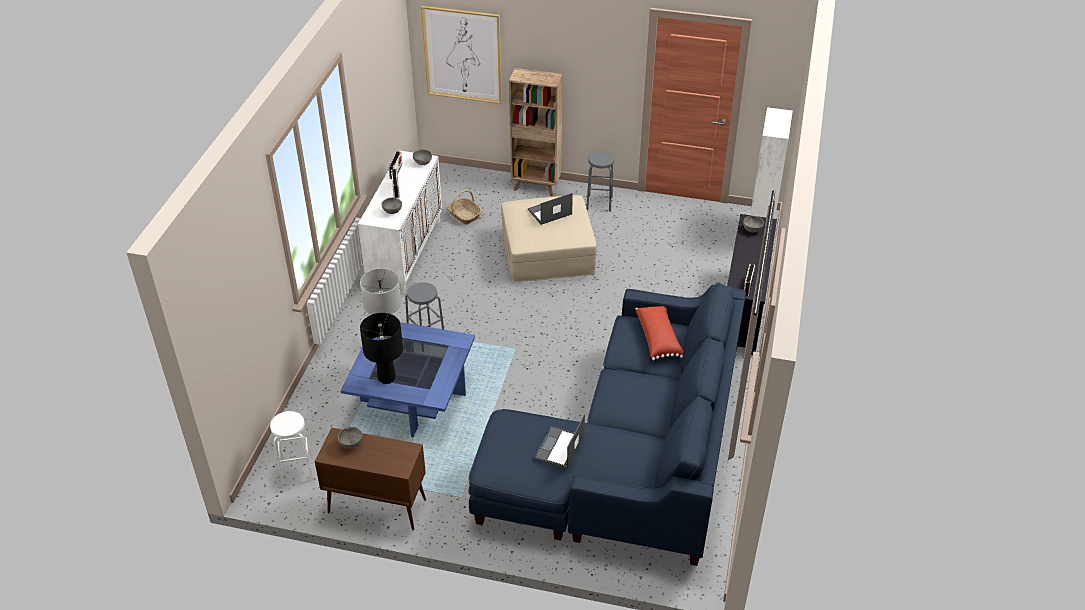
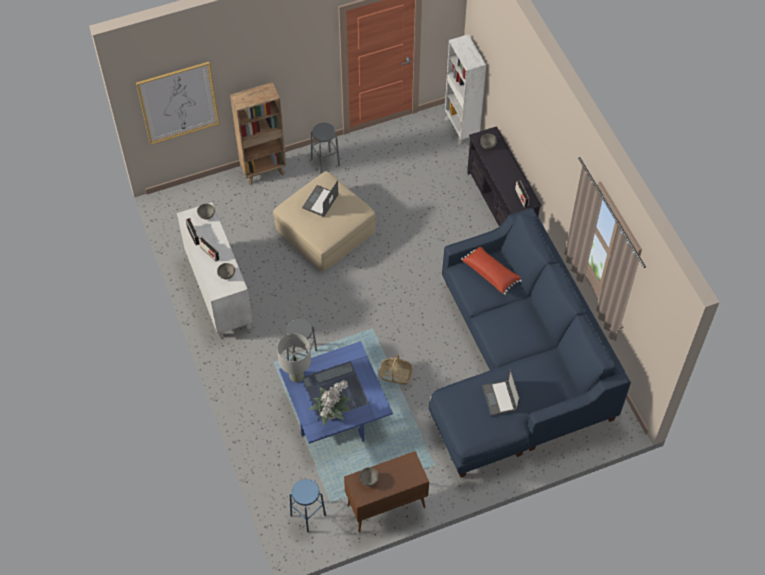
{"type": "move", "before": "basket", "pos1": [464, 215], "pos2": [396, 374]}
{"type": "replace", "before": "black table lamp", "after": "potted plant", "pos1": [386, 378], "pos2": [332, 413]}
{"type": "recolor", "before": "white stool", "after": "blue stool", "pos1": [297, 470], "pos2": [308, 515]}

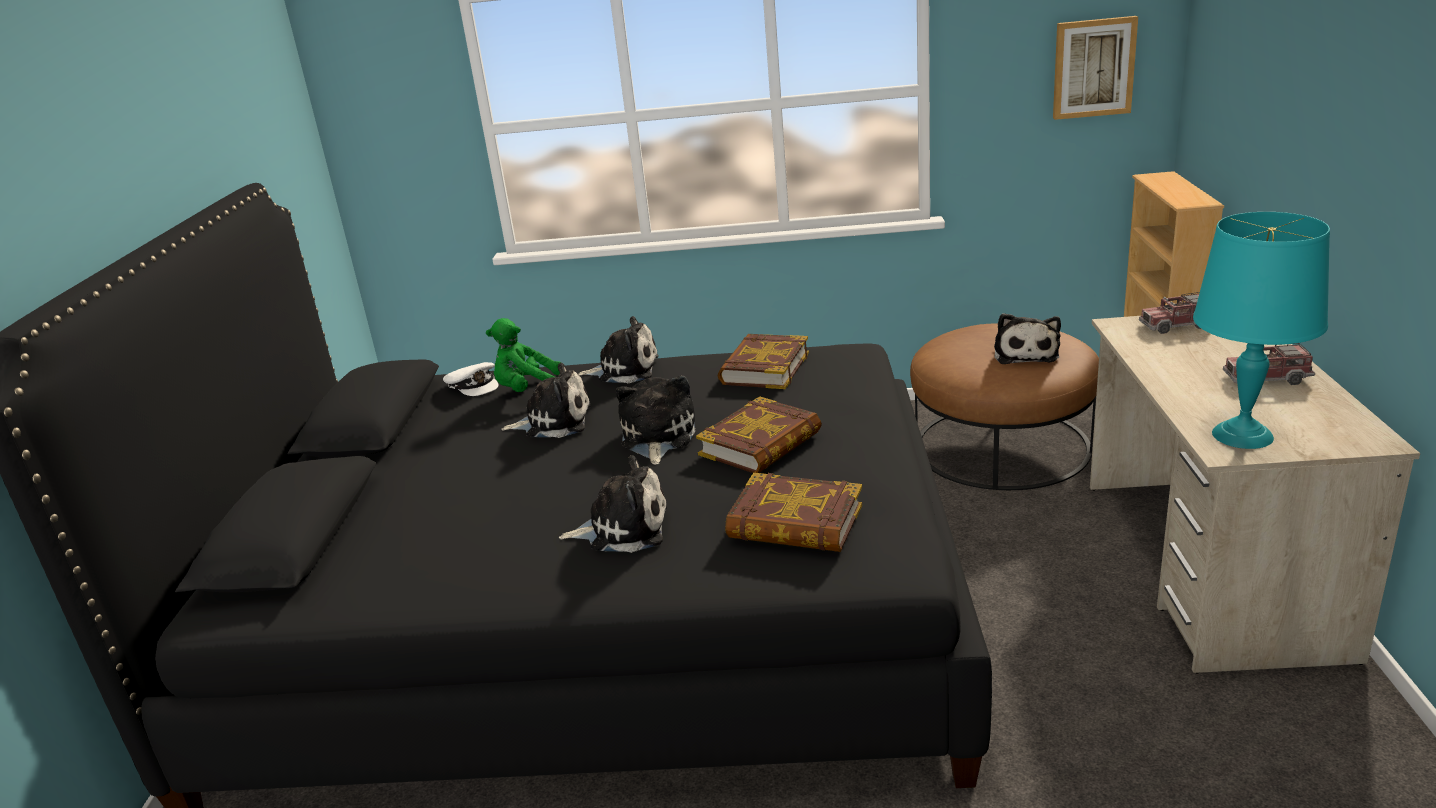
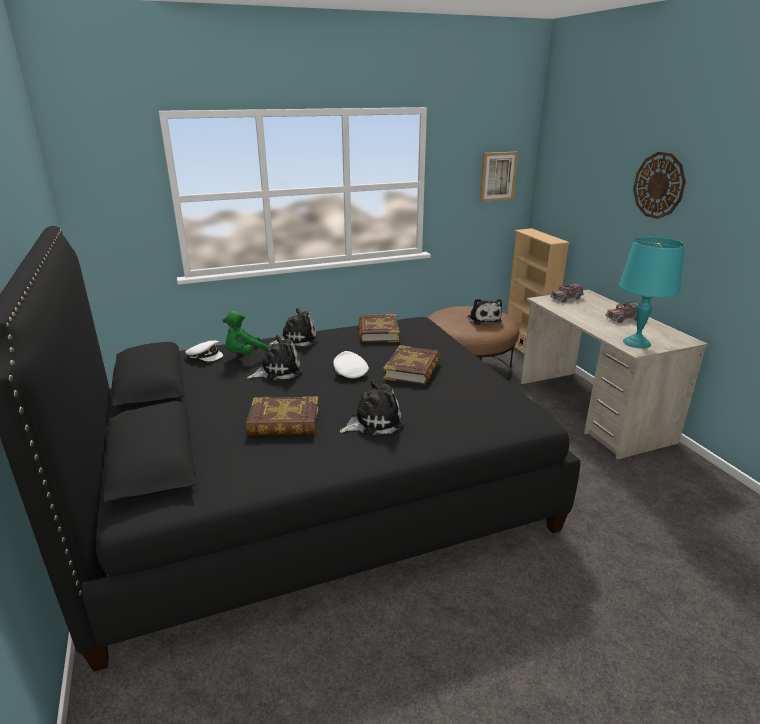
{"type": "replace", "before": "plush toy", "after": "white cap", "pos1": [657, 438], "pos2": [350, 373]}
{"type": "move", "before": "book", "pos1": [795, 523], "pos2": [284, 422]}
{"type": "insert", "after": "wall clock", "pos2": [659, 185]}

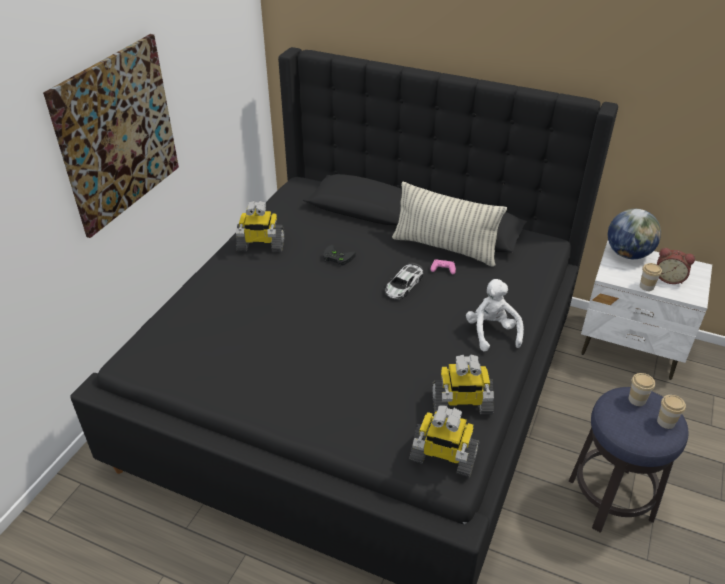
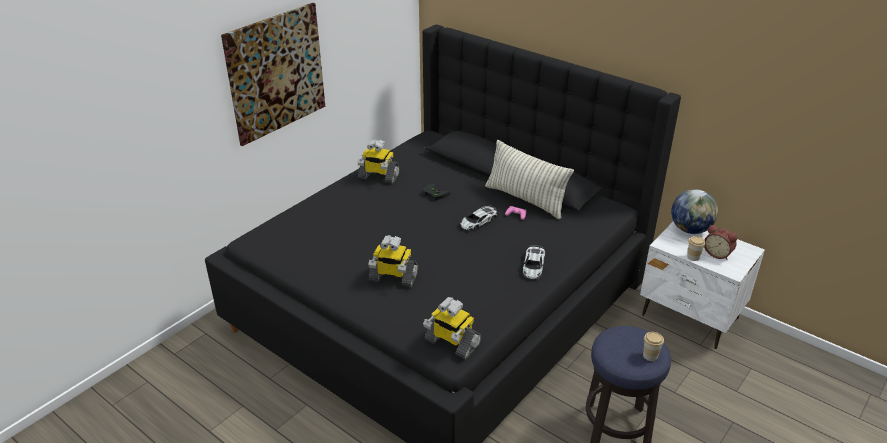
{"type": "replace", "before": "white plush toy", "after": "toy car", "pos1": [492, 332], "pos2": [533, 266]}
{"type": "move", "before": "toy robot", "pos1": [461, 404], "pos2": [393, 277]}
{"type": "delete", "before": "cup", "pos1": [637, 399]}

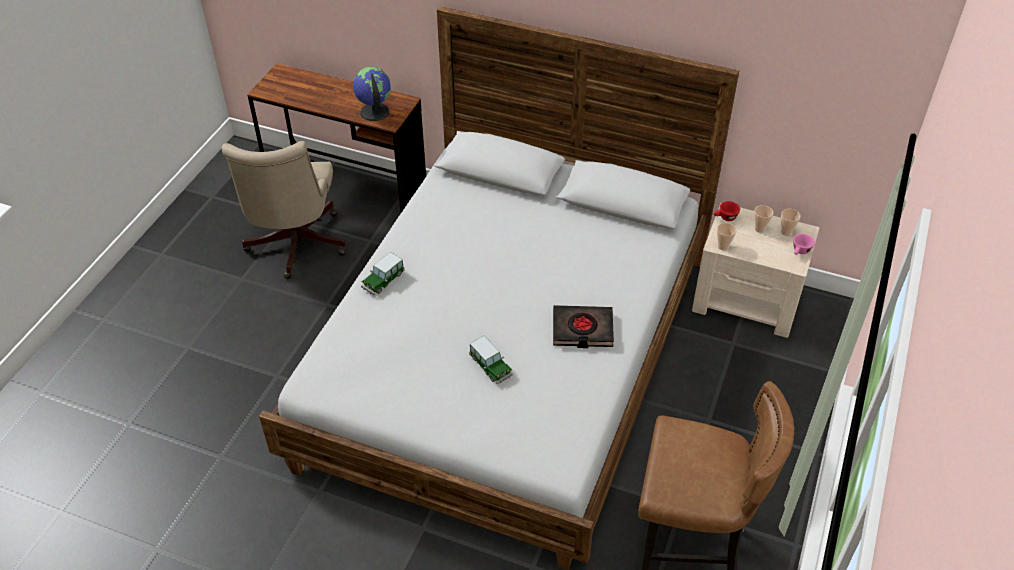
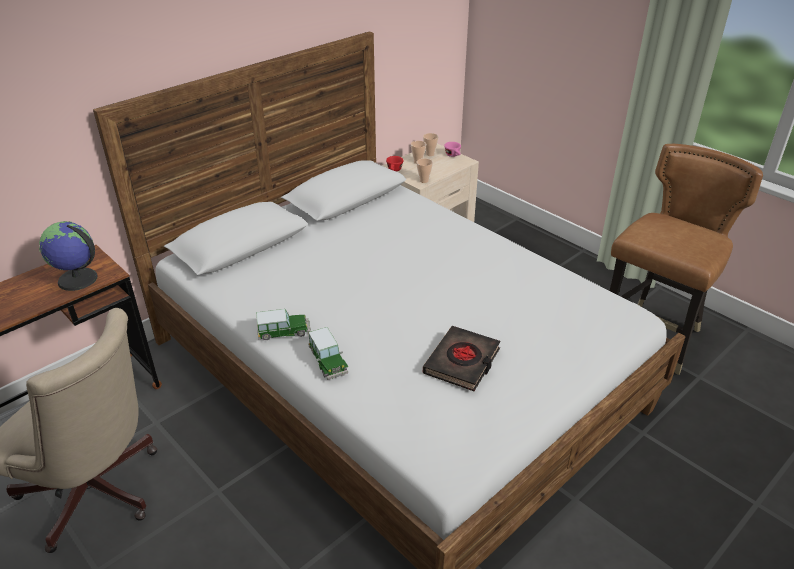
{"type": "move", "before": "black book", "pos1": [582, 330], "pos2": [462, 362]}
{"type": "move", "before": "toy car", "pos1": [490, 366], "pos2": [284, 332]}

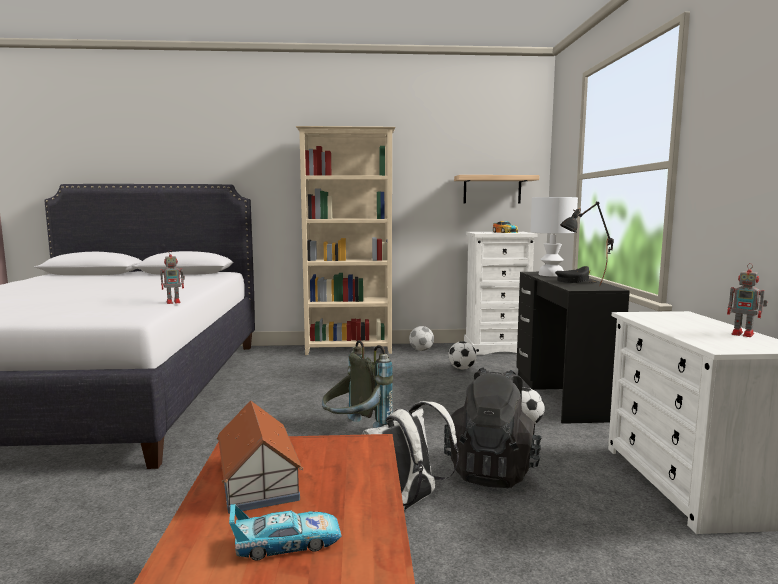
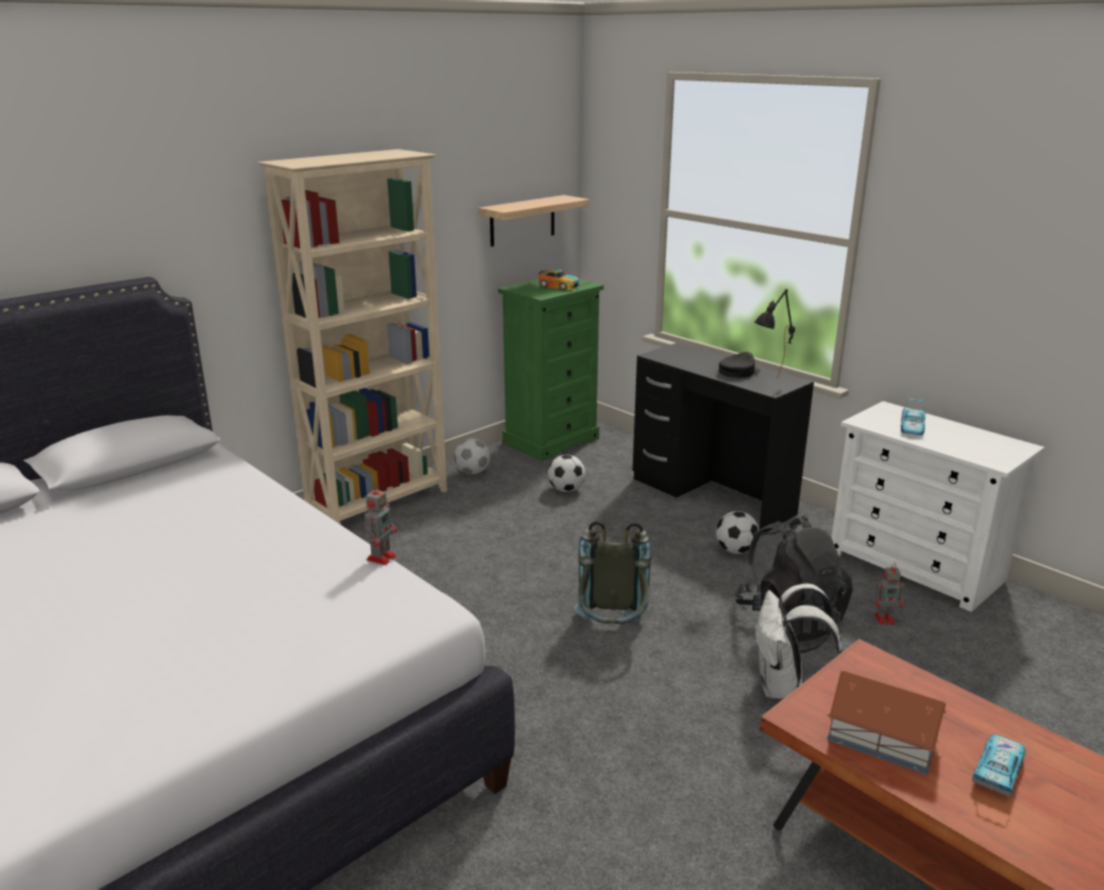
{"type": "delete", "before": "white table lamp", "pos1": [551, 275]}
{"type": "recolor", "before": "white dresser", "after": "green dresser", "pos1": [496, 348], "pos2": [551, 440]}
{"type": "move", "before": "toy robot", "pos1": [744, 334], "pos2": [885, 619]}
{"type": "insert", "after": "toy car", "pos2": [912, 427]}

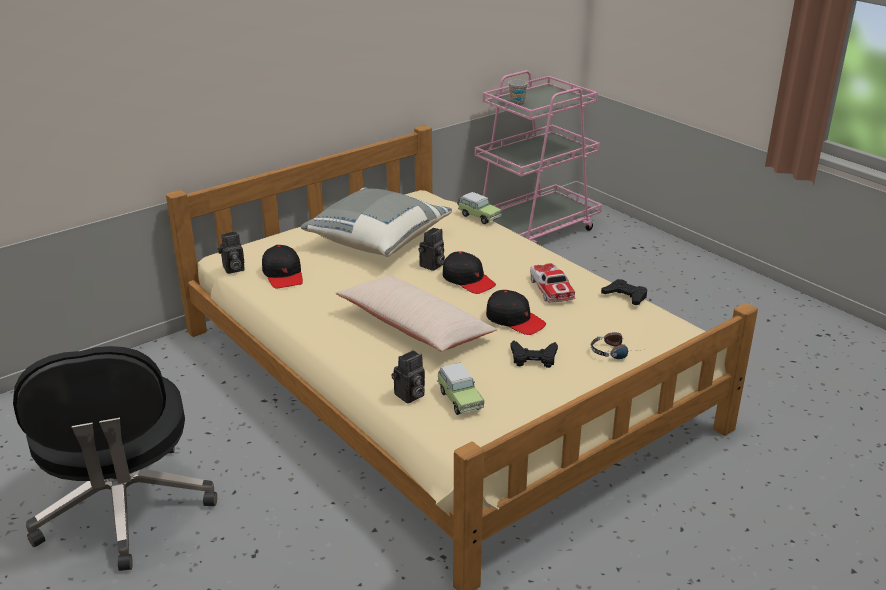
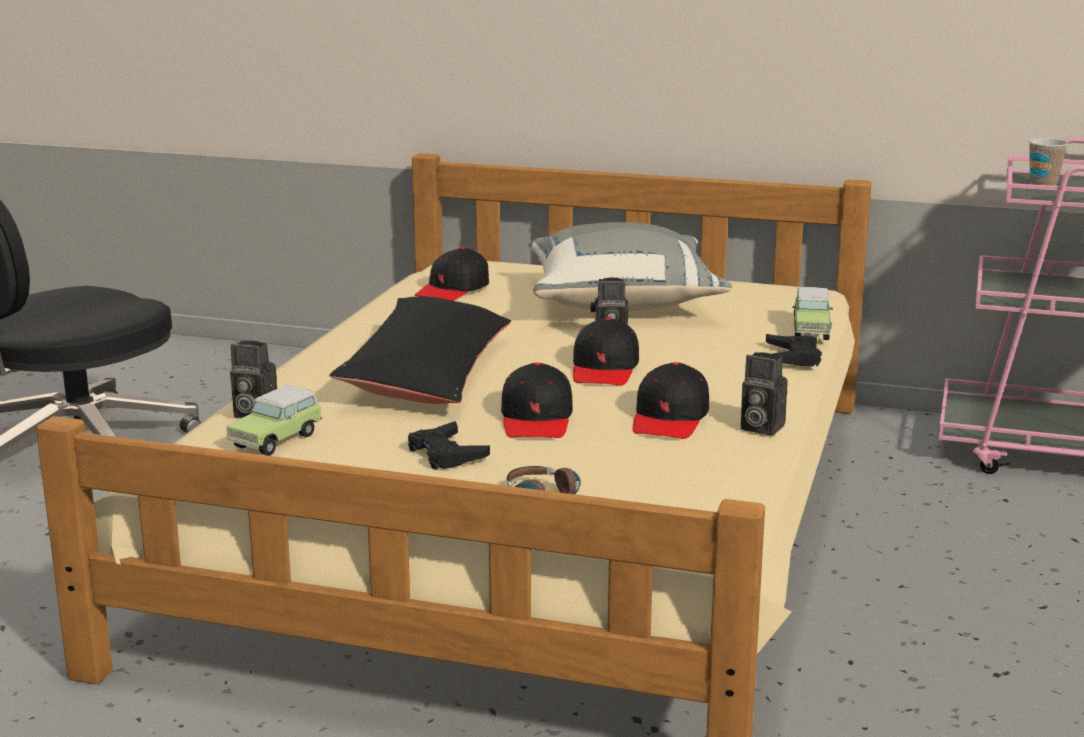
{"type": "move", "before": "photo camera", "pos1": [233, 269], "pos2": [759, 427]}
{"type": "replace", "before": "toy car", "after": "black cap", "pos1": [551, 289], "pos2": [670, 419]}
{"type": "recolor", "before": "beige pillow", "after": "black pillow", "pos1": [414, 327], "pos2": [427, 375]}
{"type": "move", "before": "black game controller", "pos1": [625, 296], "pos2": [793, 357]}

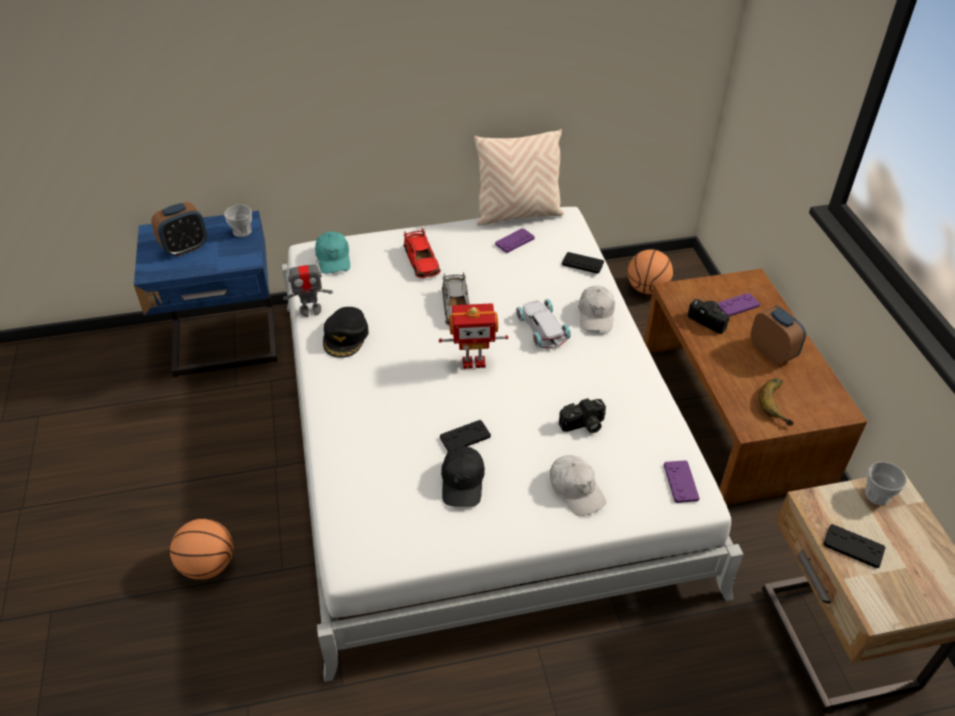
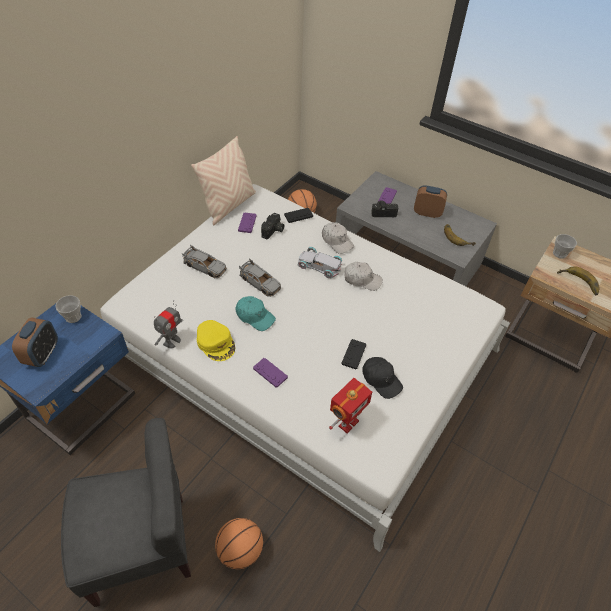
{"type": "recolor", "before": "red toy car", "after": "grey toy car", "pos1": [421, 260], "pos2": [205, 266]}
{"type": "move", "before": "turquoise cap", "pos1": [333, 258], "pos2": [255, 316]}
{"type": "recolor", "before": "brown coffee table", "after": "grey coffee table", "pos1": [732, 411], "pos2": [406, 257]}
{"type": "move", "before": "toy robot", "pos1": [473, 361], "pos2": [347, 423]}
{"type": "recolor", "before": "black cap", "after": "yellow cap", "pos1": [346, 336], "pos2": [216, 343]}
{"type": "move", "before": "photo camera", "pos1": [583, 425], "pos2": [273, 231]}
{"type": "move", "before": "white cap", "pos1": [576, 489], "pos2": [362, 279]}
{"type": "move", "before": "purple game controller", "pos1": [680, 482], "pos2": [270, 373]}
{"type": "replace", "before": "black game controller", "after": "banana", "pos1": [853, 546], "pos2": [578, 284]}
{"type": "insert", "after": "grey chair", "pos2": [141, 546]}

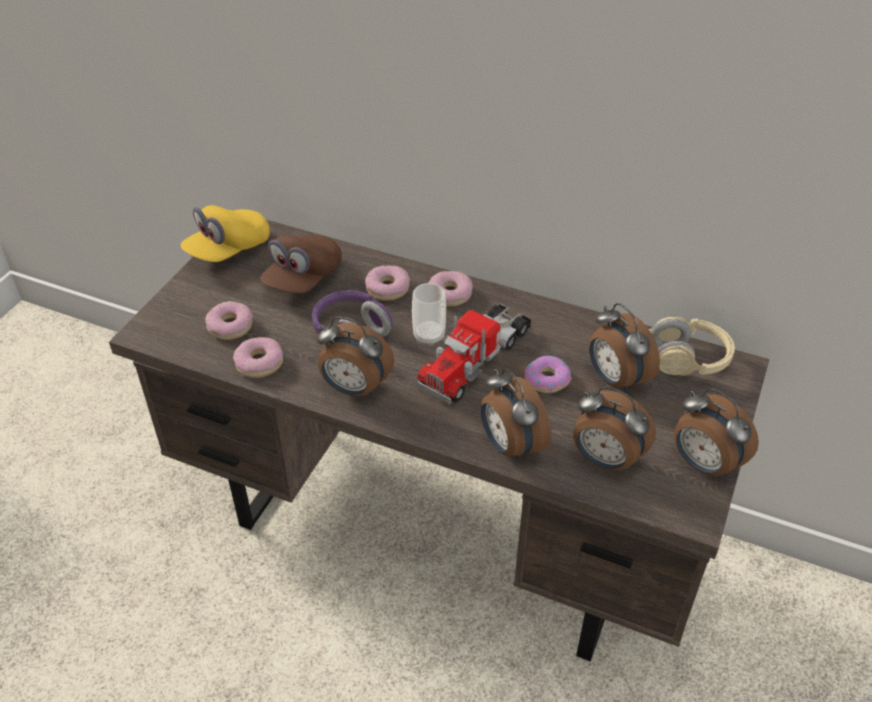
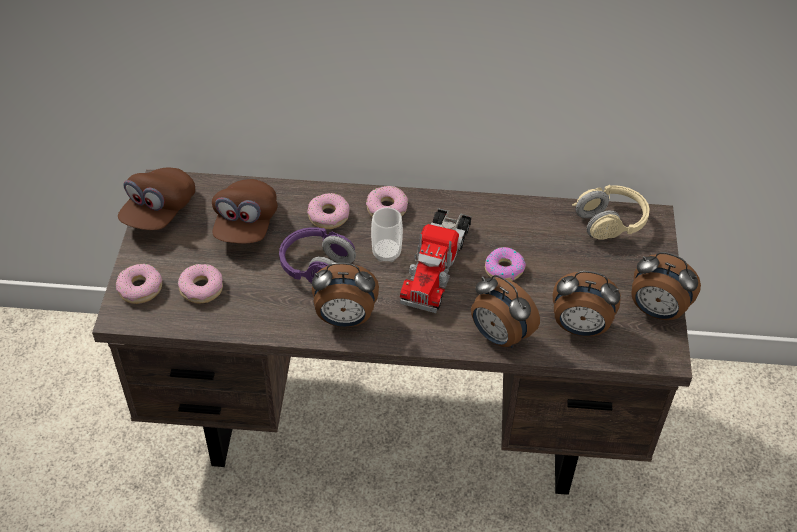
{"type": "recolor", "before": "yellow cap", "after": "brown cap", "pos1": [228, 250], "pos2": [159, 211]}
{"type": "delete", "before": "alarm clock", "pos1": [615, 379]}
{"type": "move", "before": "donut", "pos1": [259, 363], "pos2": [140, 288]}

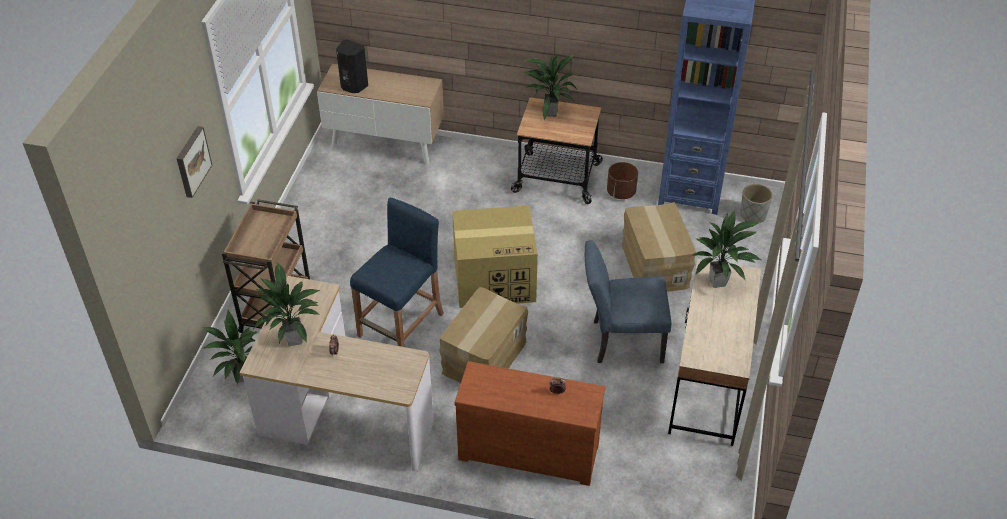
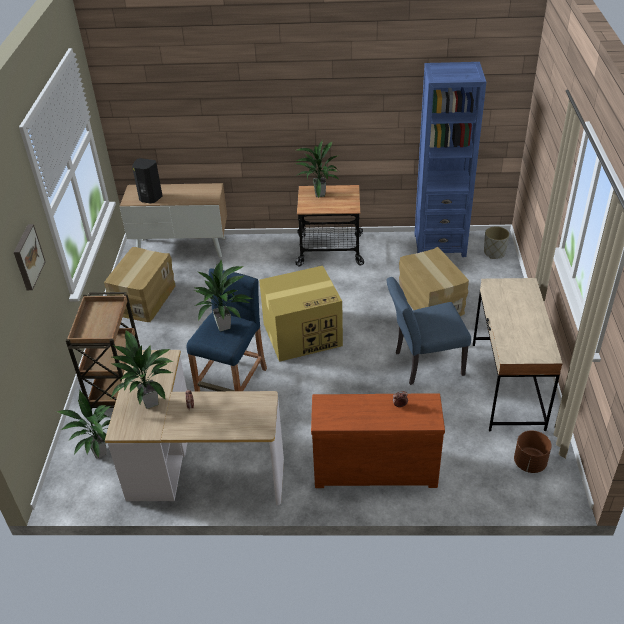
{"type": "move", "before": "brown planter", "pos1": [621, 192], "pos2": [530, 463]}
{"type": "move", "before": "potted plant", "pos1": [718, 282], "pos2": [224, 326]}
{"type": "move", "before": "cardboard box", "pos1": [483, 357], "pos2": [144, 299]}

